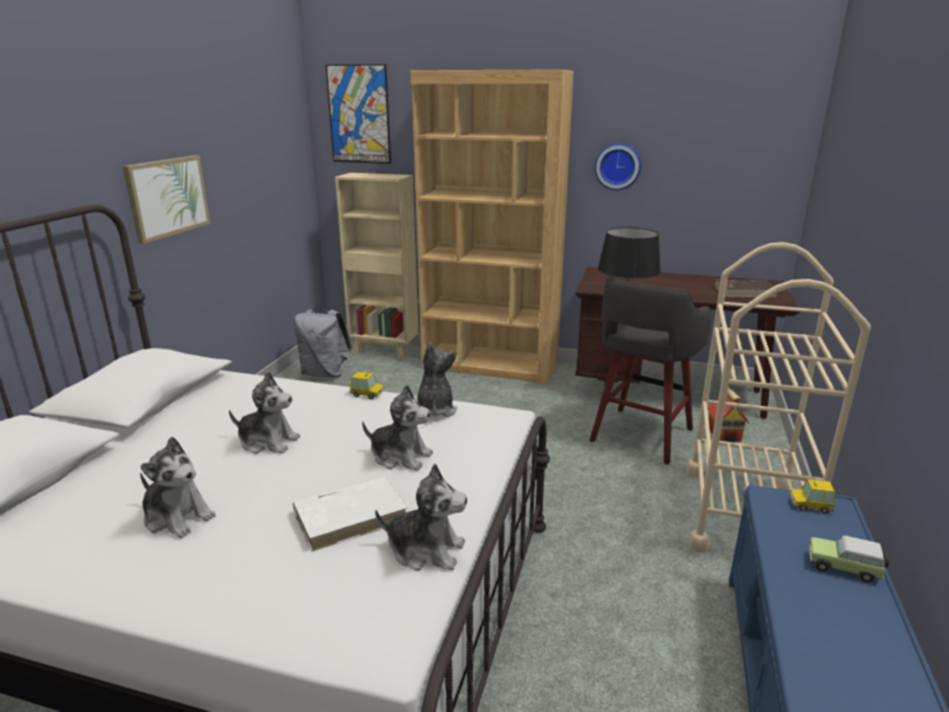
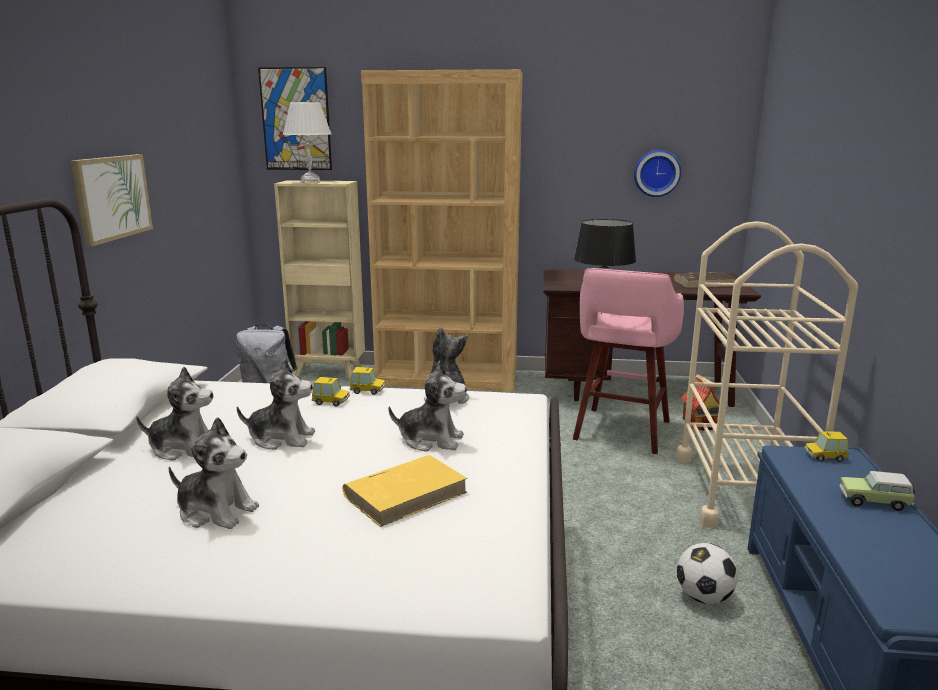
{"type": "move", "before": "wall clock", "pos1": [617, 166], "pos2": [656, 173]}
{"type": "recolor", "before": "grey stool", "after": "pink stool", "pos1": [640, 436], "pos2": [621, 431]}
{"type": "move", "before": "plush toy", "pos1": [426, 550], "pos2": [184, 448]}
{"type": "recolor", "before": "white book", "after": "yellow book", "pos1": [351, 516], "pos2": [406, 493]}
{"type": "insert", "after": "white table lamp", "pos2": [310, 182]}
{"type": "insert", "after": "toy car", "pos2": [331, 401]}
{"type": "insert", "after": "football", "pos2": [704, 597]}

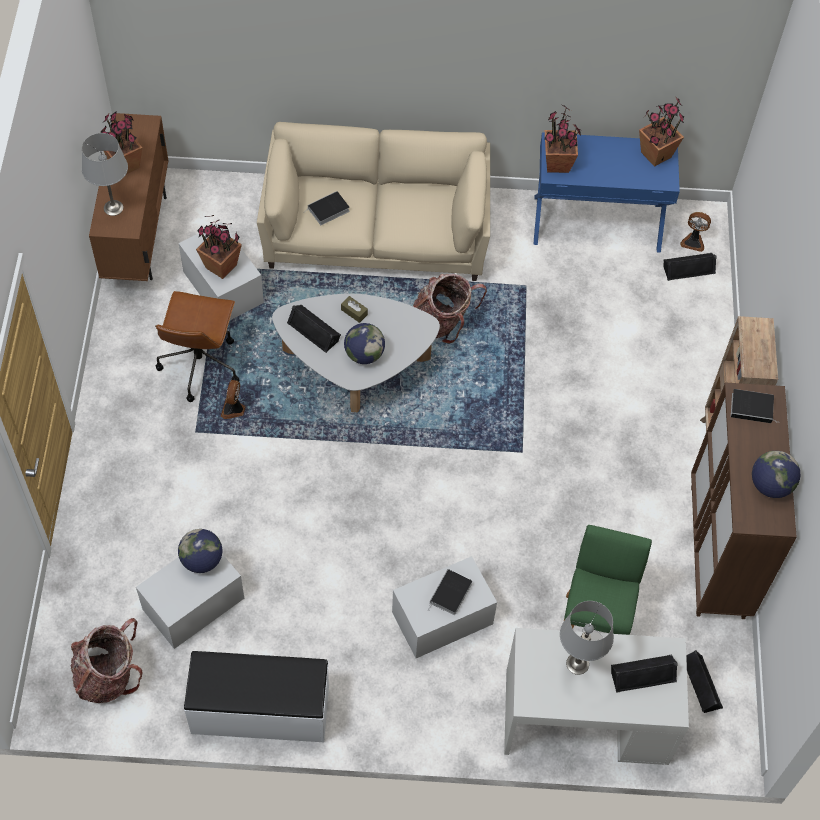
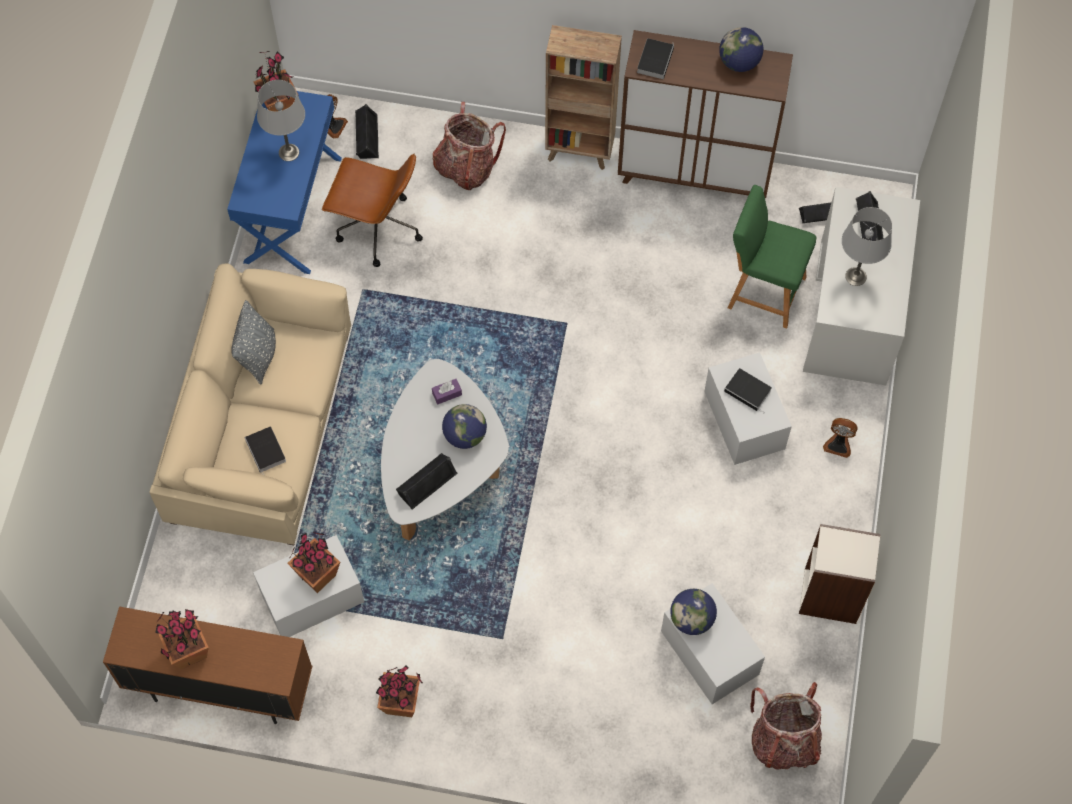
{"type": "move", "before": "potted plant", "pos1": [557, 164], "pos2": [401, 703]}
{"type": "move", "before": "grey table lamp", "pos1": [113, 207], "pos2": [288, 152]}
{"type": "move", "before": "backpack", "pos1": [442, 322], "pos2": [466, 167]}
{"type": "move", "before": "brown office chair", "pos1": [200, 364], "pos2": [377, 229]}
{"type": "delete", "before": "brown tissue box", "pos1": [354, 312]}
{"type": "move", "before": "fan", "pos1": [233, 409], "pos2": [838, 444]}
{"type": "replace", "before": "white bench", "after": "bookcase", "pos1": [260, 711], "pos2": [831, 596]}
{"type": "insert", "after": "grey pillow", "pos2": [258, 355]}
{"type": "insert", "after": "purple tissue box", "pos2": [447, 394]}

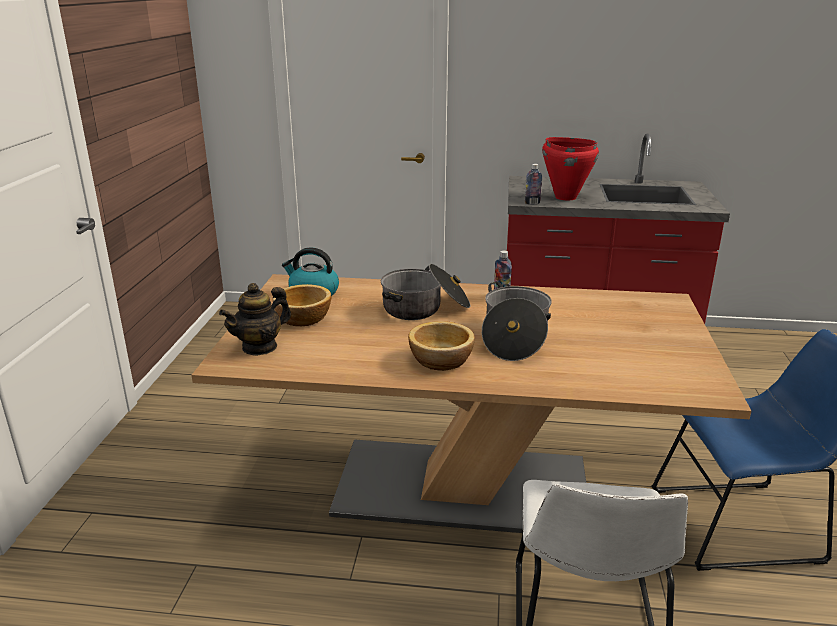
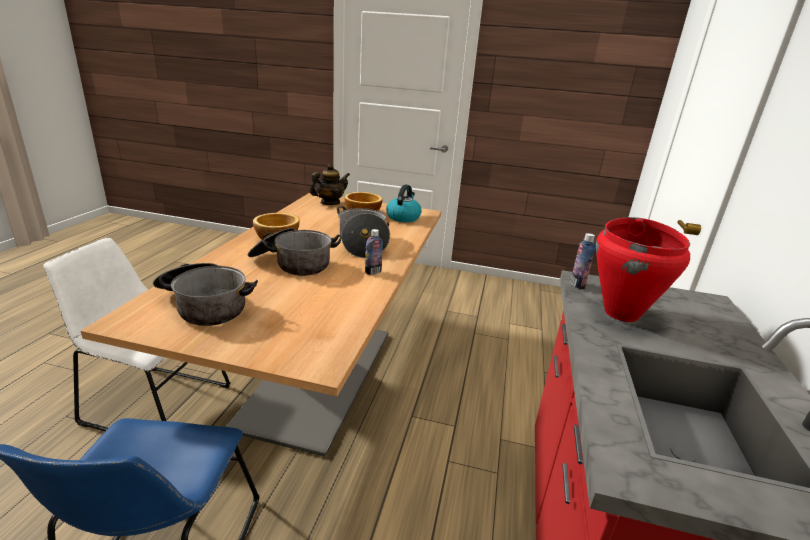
{"type": "rotate", "before": "teapot", "pos1": [260, 347], "pos2": [330, 203], "turn": 90}
{"type": "insert", "after": "cooking pot", "pos2": [205, 306]}

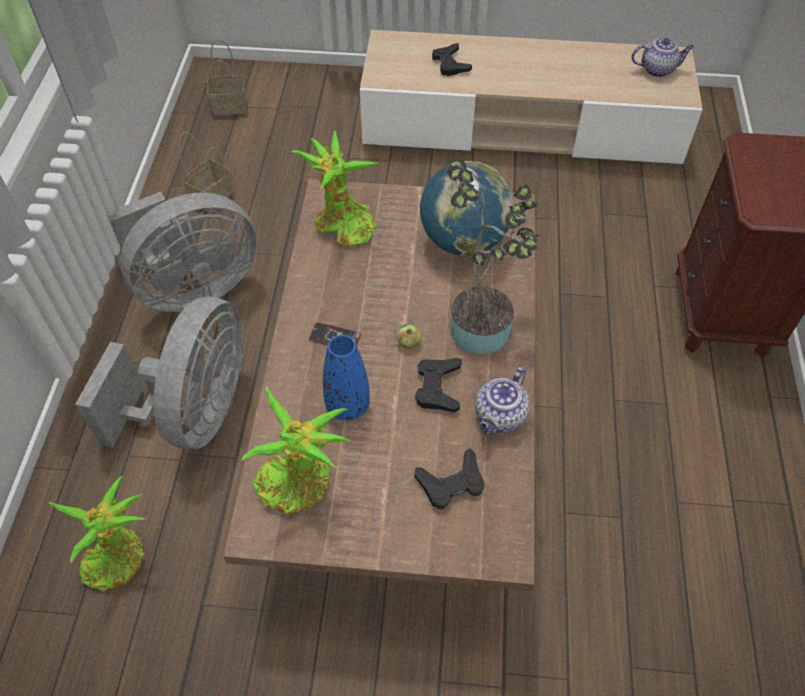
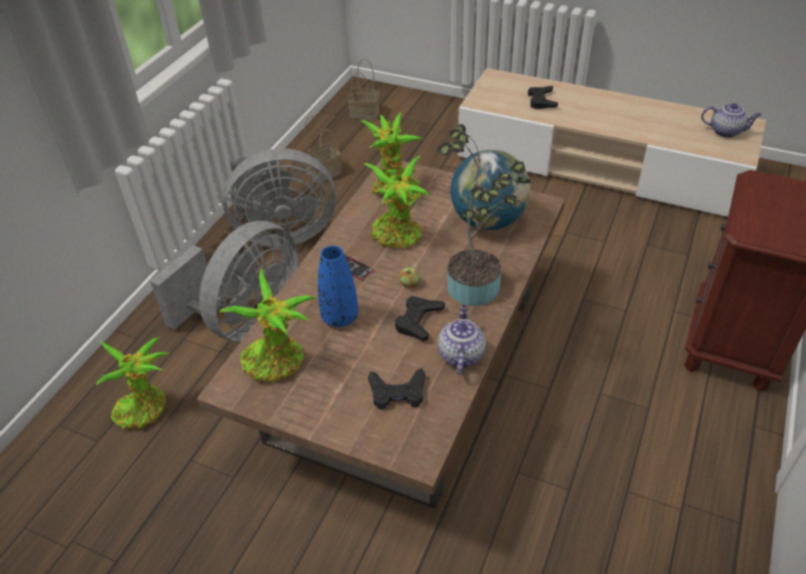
{"type": "rotate", "before": "teapot", "pos1": [500, 417], "pos2": [460, 354], "turn": 135}
{"type": "insert", "after": "potted plant", "pos2": [398, 236]}

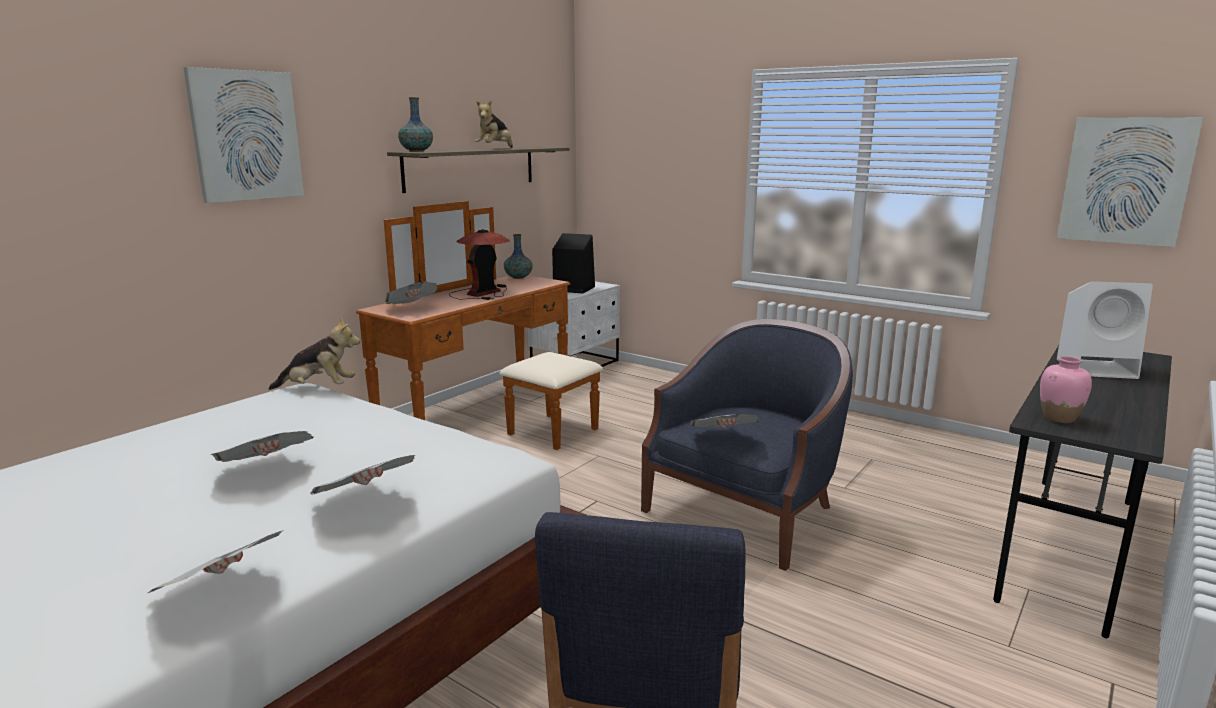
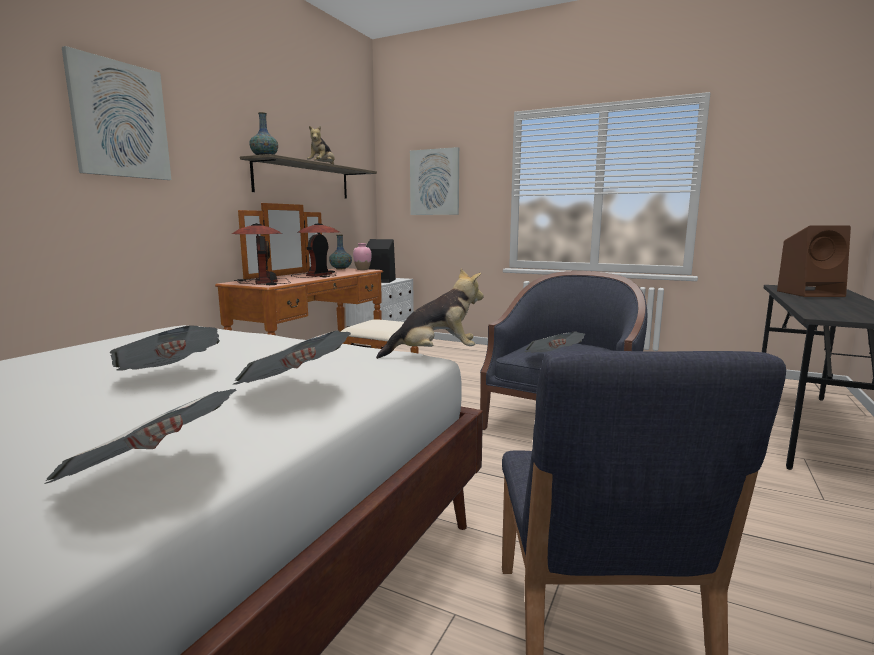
{"type": "move", "before": "picture", "pos1": [1125, 181], "pos2": [435, 182]}
{"type": "recolor", "before": "white speaker", "after": "brown speaker", "pos1": [1098, 368], "pos2": [811, 294]}
{"type": "replace", "before": "newspaper", "after": "table lamp", "pos1": [412, 308], "pos2": [264, 282]}
{"type": "move", "before": "plush toy", "pos1": [318, 388], "pos2": [435, 355]}
{"type": "move", "before": "pink vase", "pos1": [1059, 418], "pos2": [362, 269]}

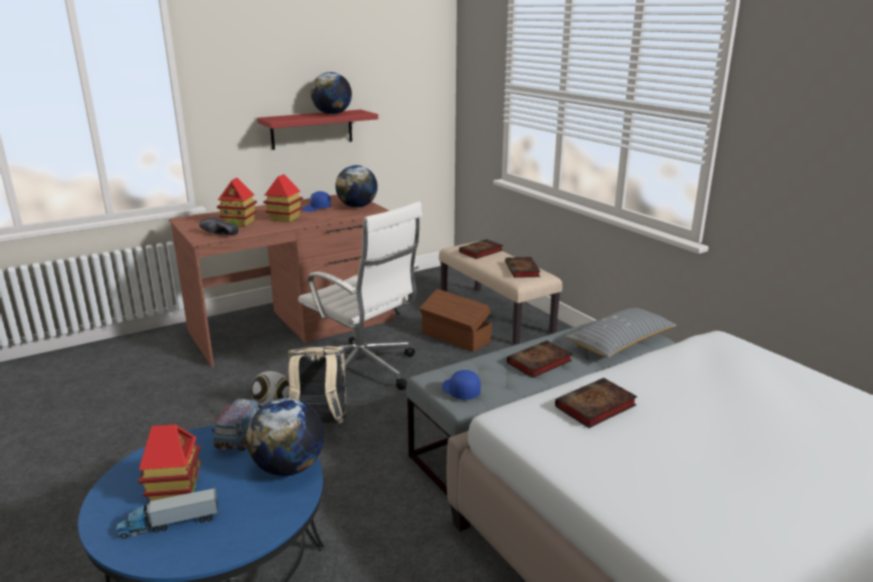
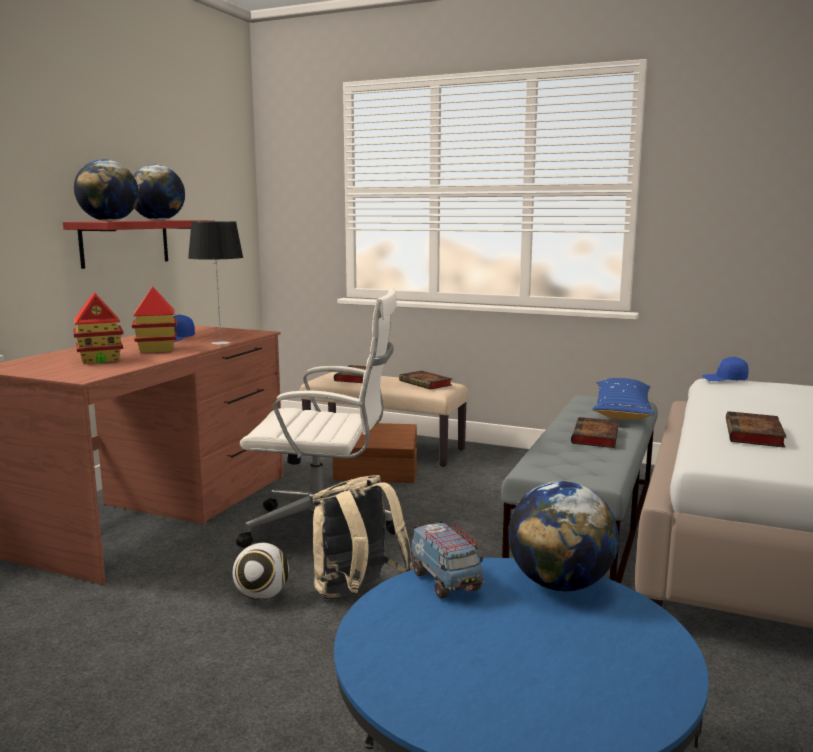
{"type": "move", "before": "globe", "pos1": [357, 206], "pos2": [109, 221]}
{"type": "delete", "before": "black shoe", "pos1": [218, 235]}
{"type": "recolor", "before": "grey pillow", "after": "blue pillow", "pos1": [620, 342], "pos2": [622, 411]}
{"type": "move", "before": "blue cap", "pos1": [460, 391], "pos2": [724, 379]}
{"type": "delete", "before": "toy house", "pos1": [175, 491]}
{"type": "delete", "before": "toy truck", "pos1": [169, 523]}
{"type": "insert", "after": "table lamp", "pos2": [219, 343]}

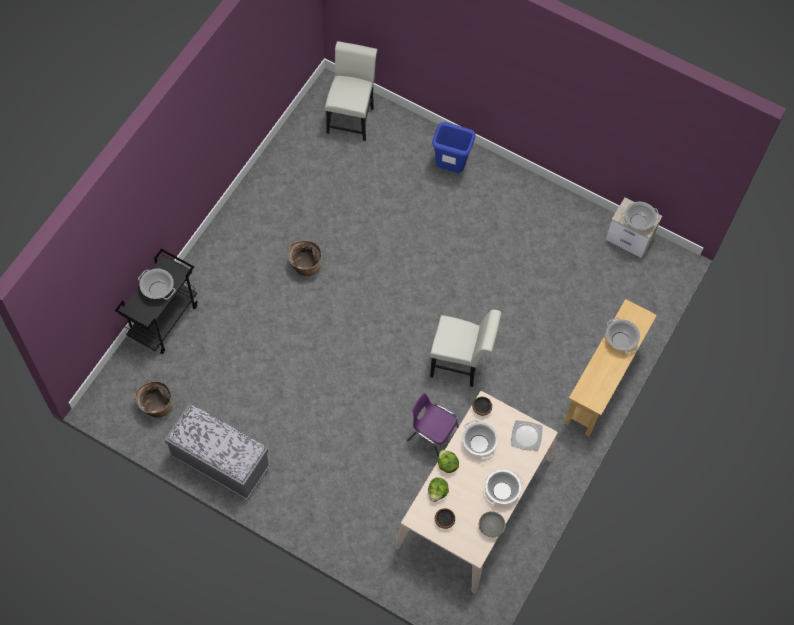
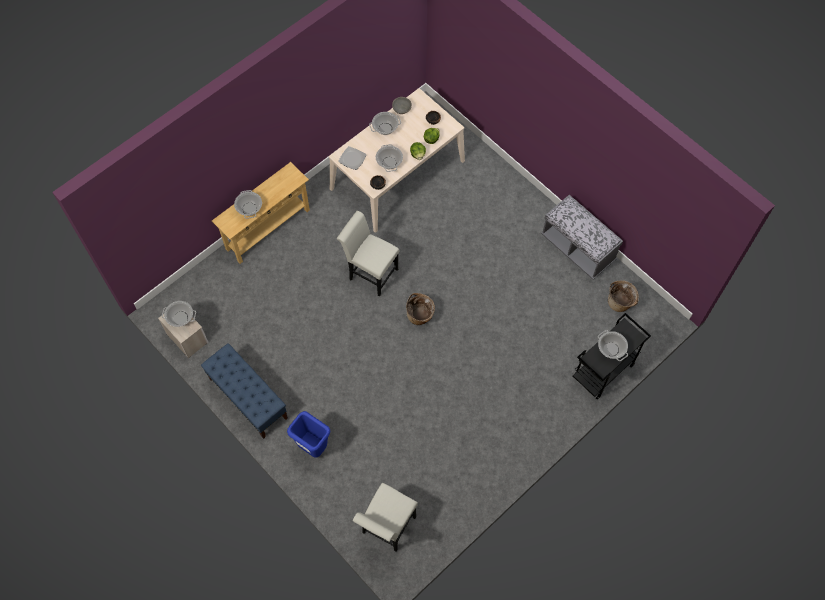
{"type": "move", "before": "basket", "pos1": [305, 266], "pos2": [420, 316]}
{"type": "delete", "before": "purple chair", "pos1": [432, 437]}
{"type": "insert", "after": "blue bench", "pos2": [248, 398]}

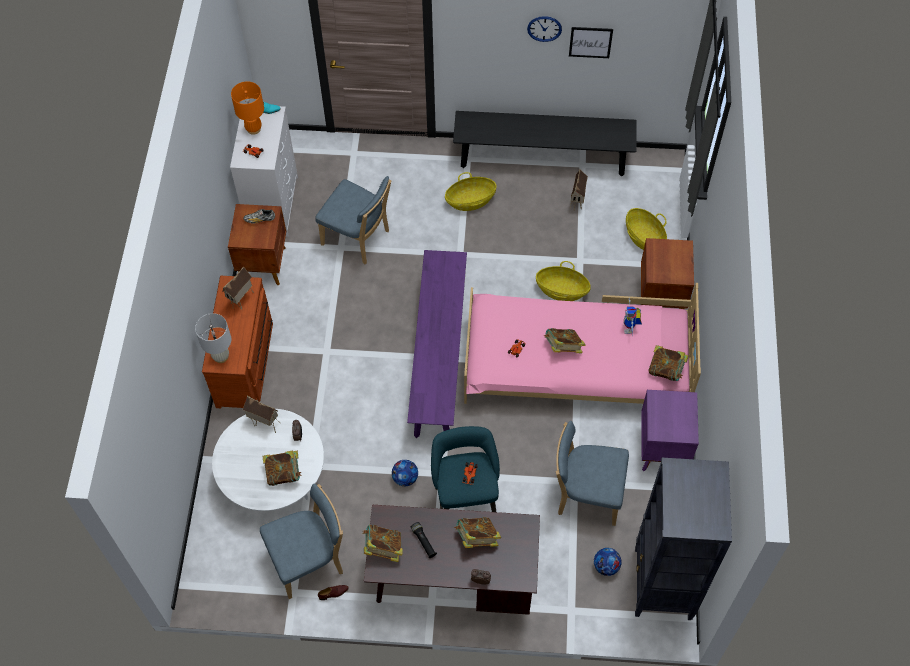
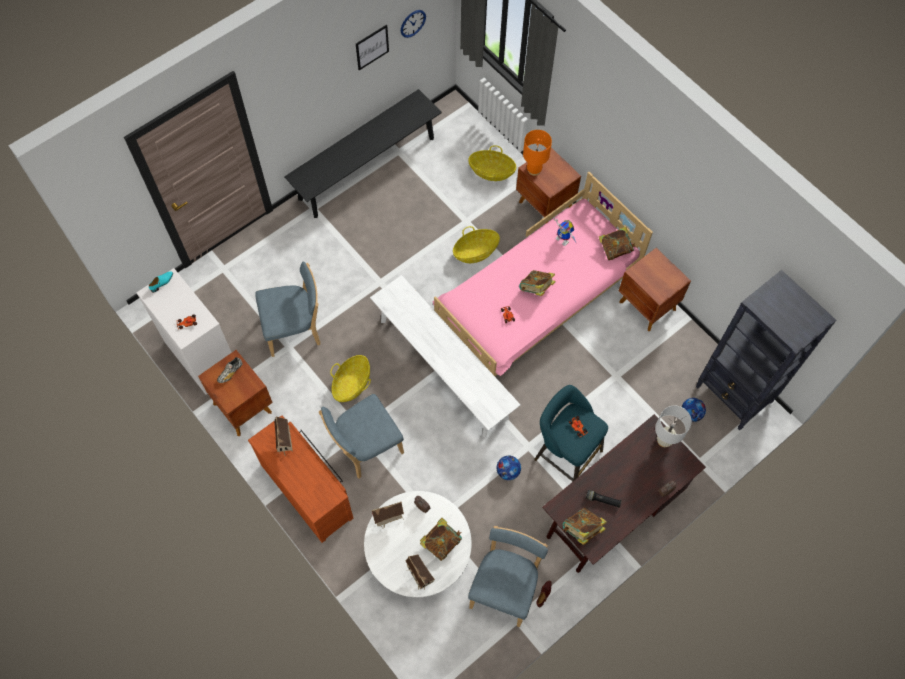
{"type": "move", "before": "wall clock", "pos1": [544, 28], "pos2": [413, 23]}
{"type": "move", "before": "orange table lamp", "pos1": [253, 129], "pos2": [534, 170]}
{"type": "move", "before": "toy house", "pos1": [577, 202], "pos2": [420, 577]}
{"type": "move", "before": "basket", "pos1": [470, 201], "pos2": [352, 384]}
{"type": "recolor", "before": "purple bench", "after": "white bench", "pos1": [439, 358], "pos2": [443, 368]}
{"type": "move", "before": "white table lamp", "pos1": [220, 356], "pos2": [664, 440]}
{"type": "recolor", "before": "purple nightstand", "after": "brown nightstand", "pos1": [663, 450], "pos2": [647, 307]}
{"type": "move", "before": "blue chair", "pos1": [586, 494], "pos2": [365, 448]}
{"type": "delete", "before": "book", "pos1": [477, 538]}

